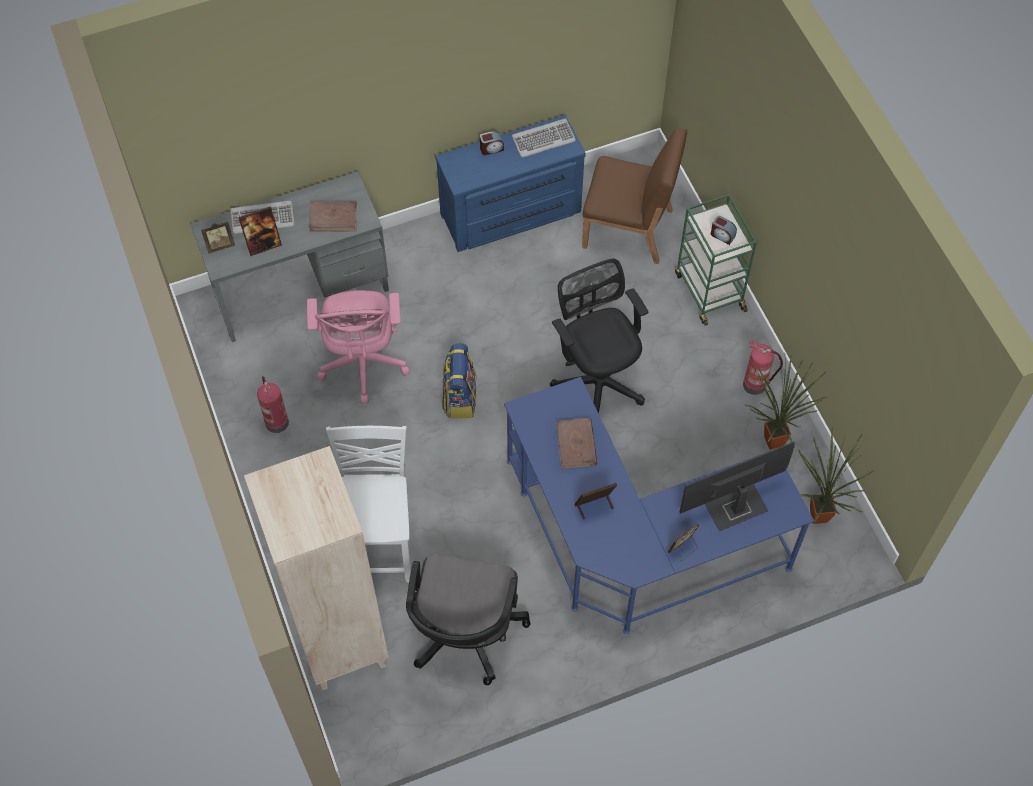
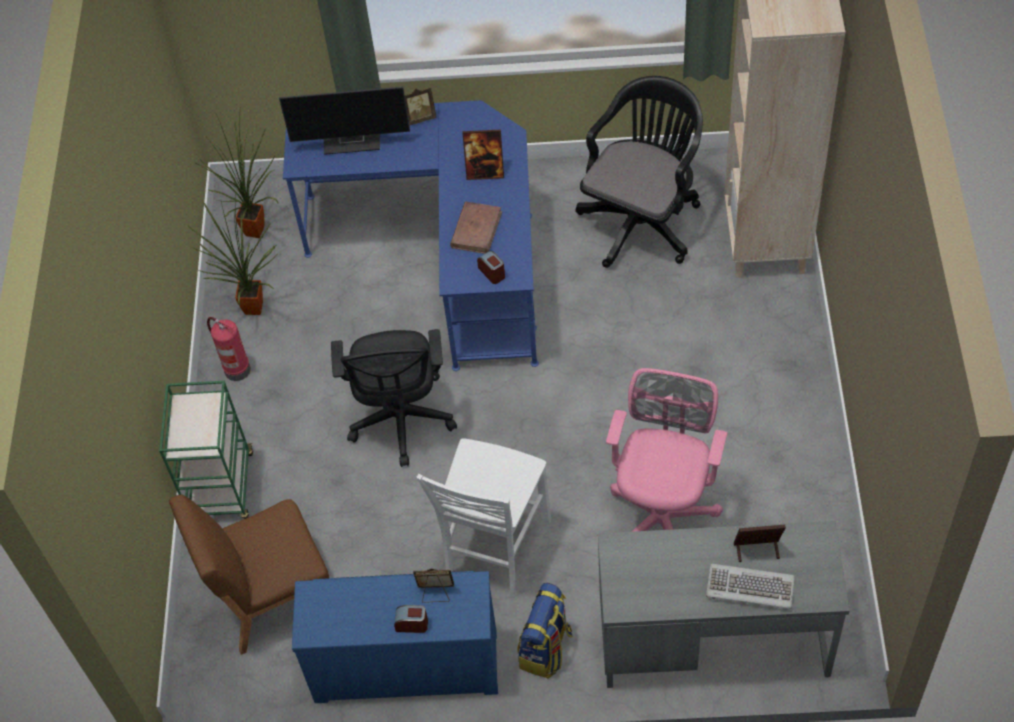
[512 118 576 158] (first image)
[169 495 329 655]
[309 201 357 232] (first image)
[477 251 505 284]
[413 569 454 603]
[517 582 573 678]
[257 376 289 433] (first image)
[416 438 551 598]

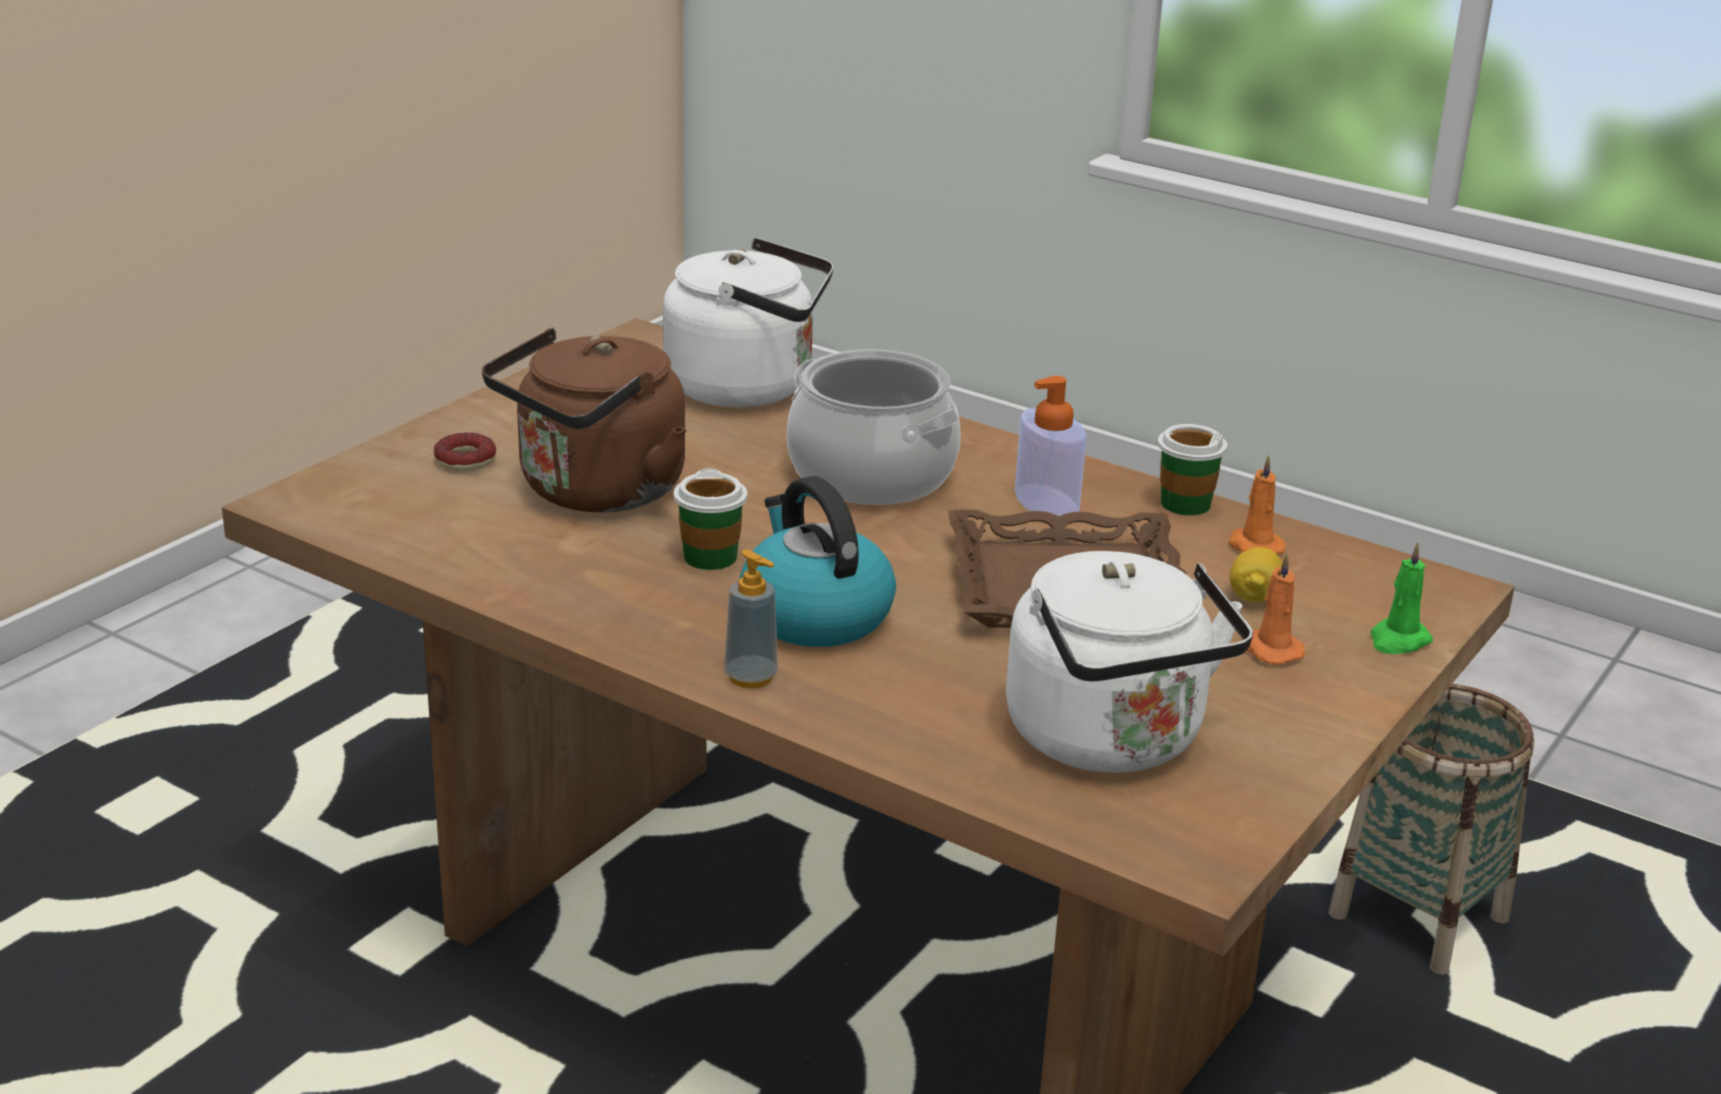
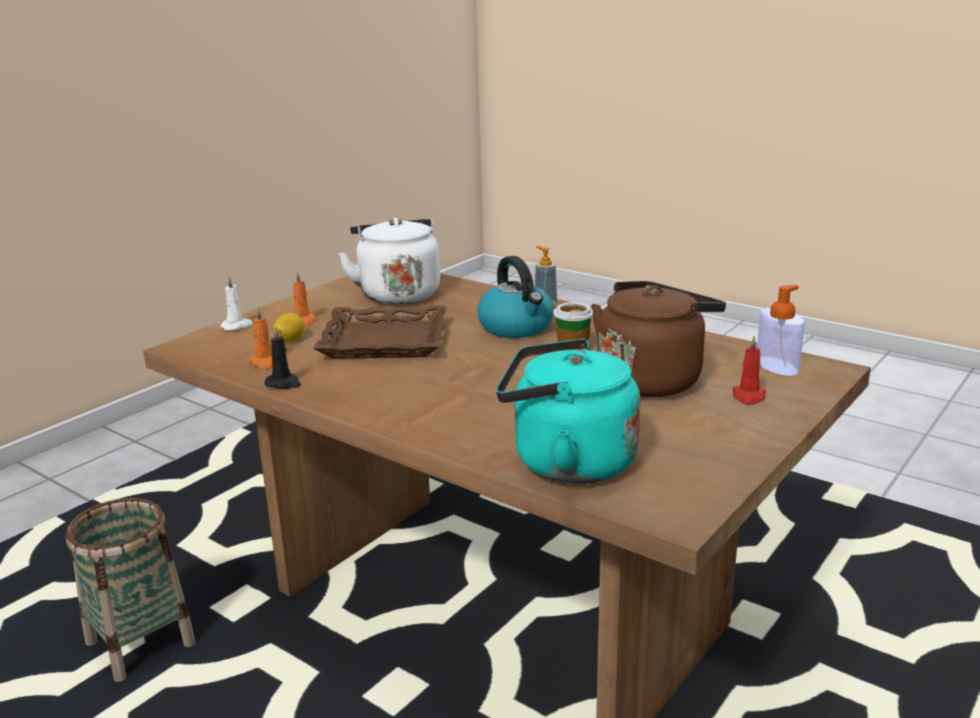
[496 339 641 484]
[787 349 961 505] (first image)
[757 285 805 376]
[265 326 301 389]
[733 336 766 405]
[220 276 253 331]

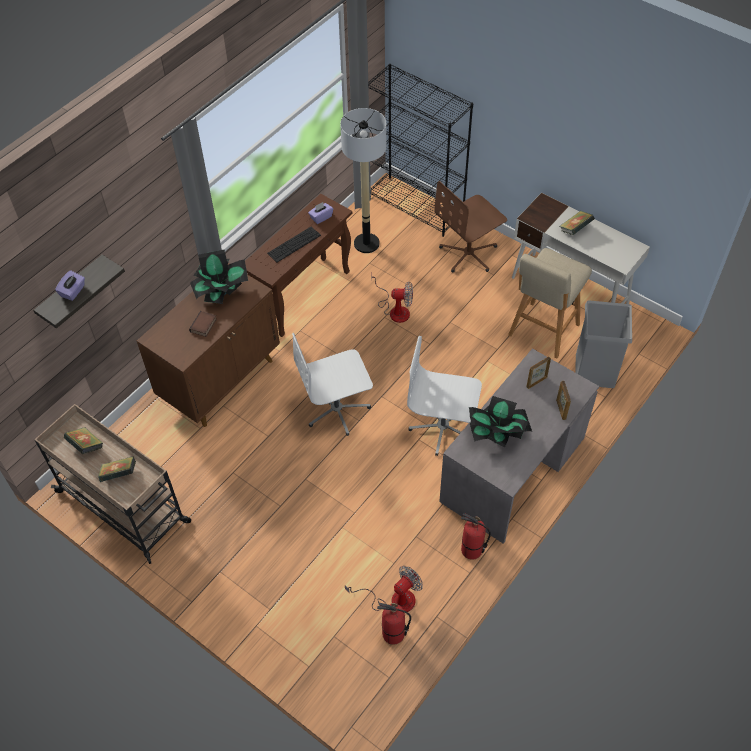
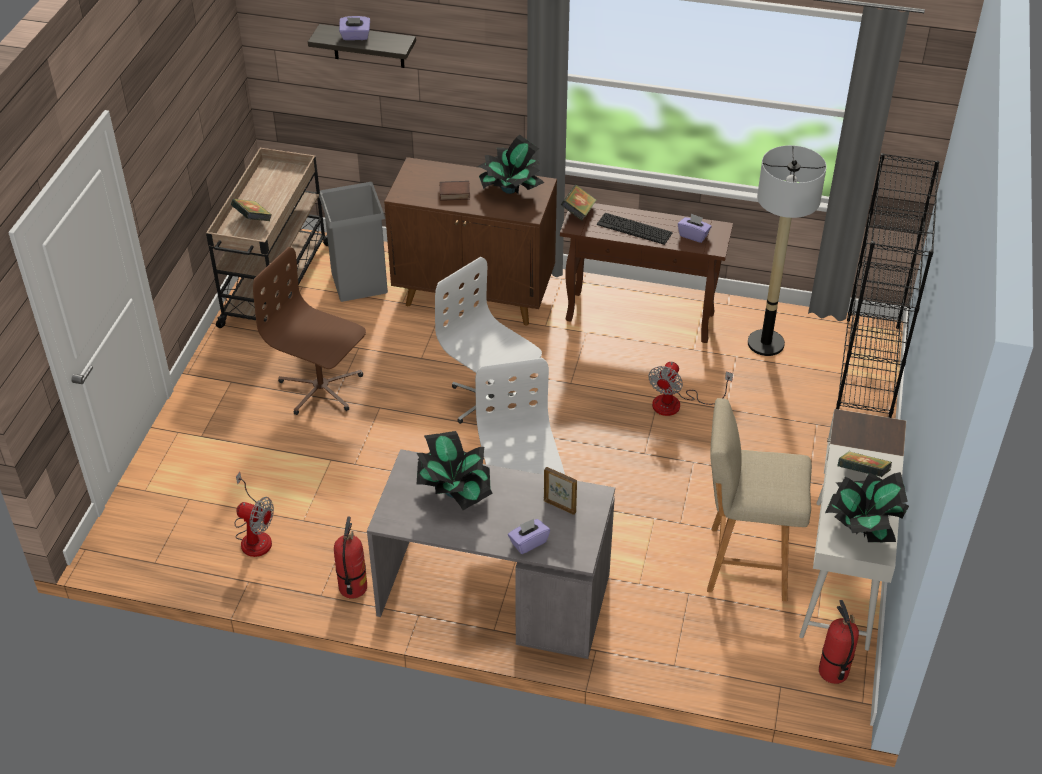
[253 247 366 415]
[648 362 733 416]
[319 182 388 302]
[508 519 550 554]
[561 185 596 221]
[819 600 859 684]
[825 472 909 543]

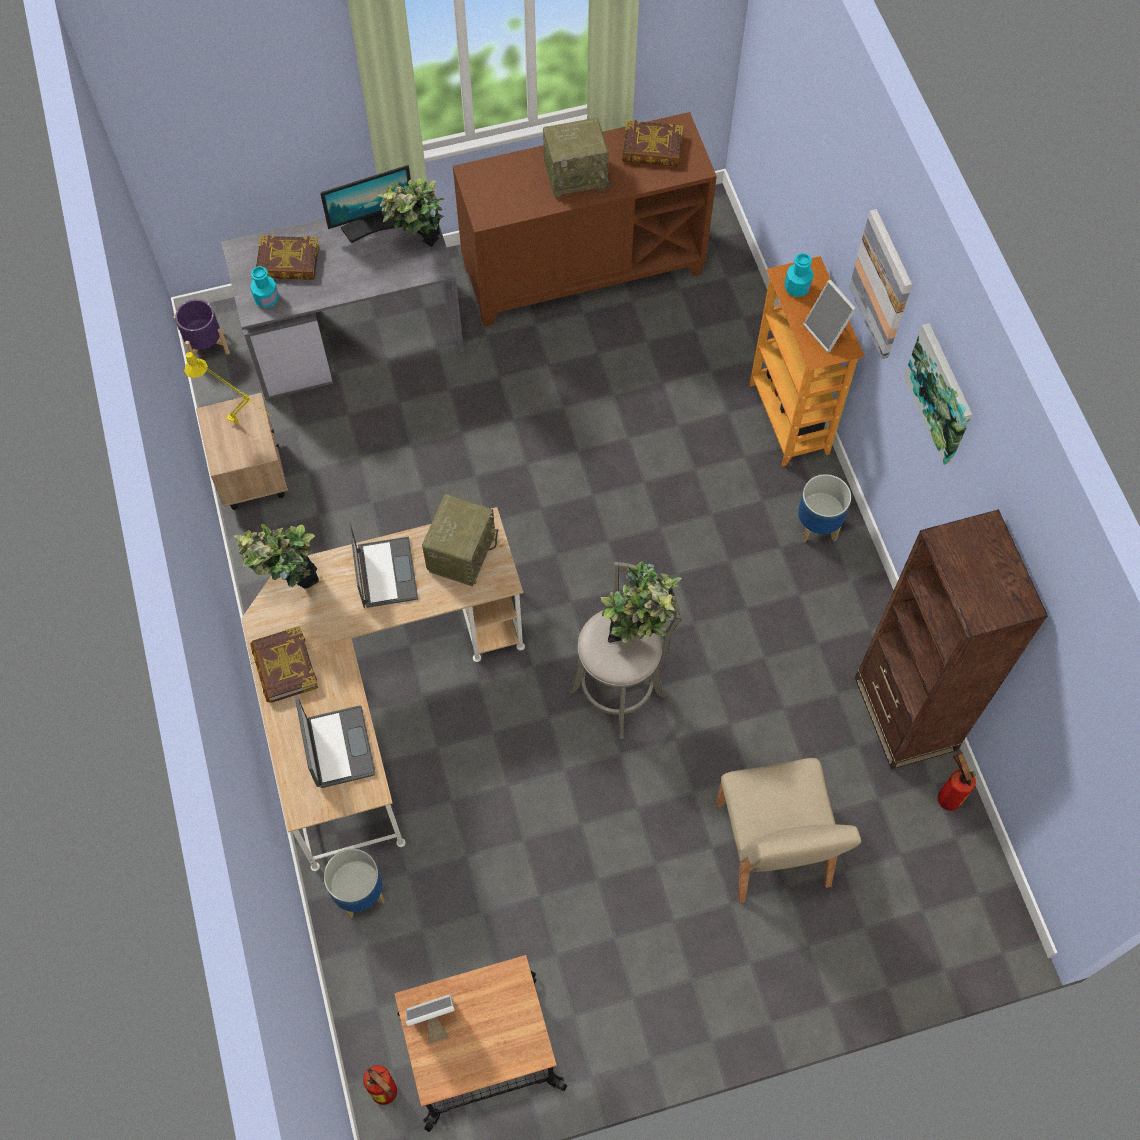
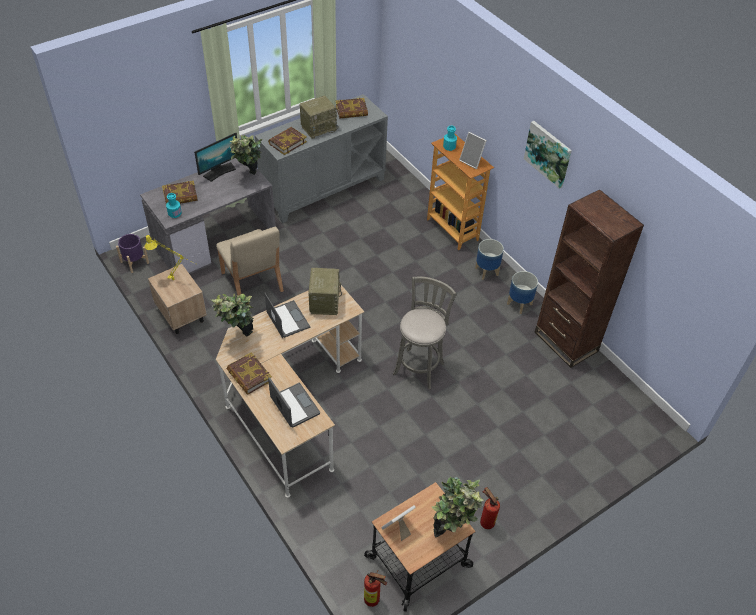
[255 94 388 223]
[849 209 912 359] (first image)
[432 477 484 538]
[480 487 500 529]
[216 227 284 296]
[507 271 538 314]
[268 127 307 155]

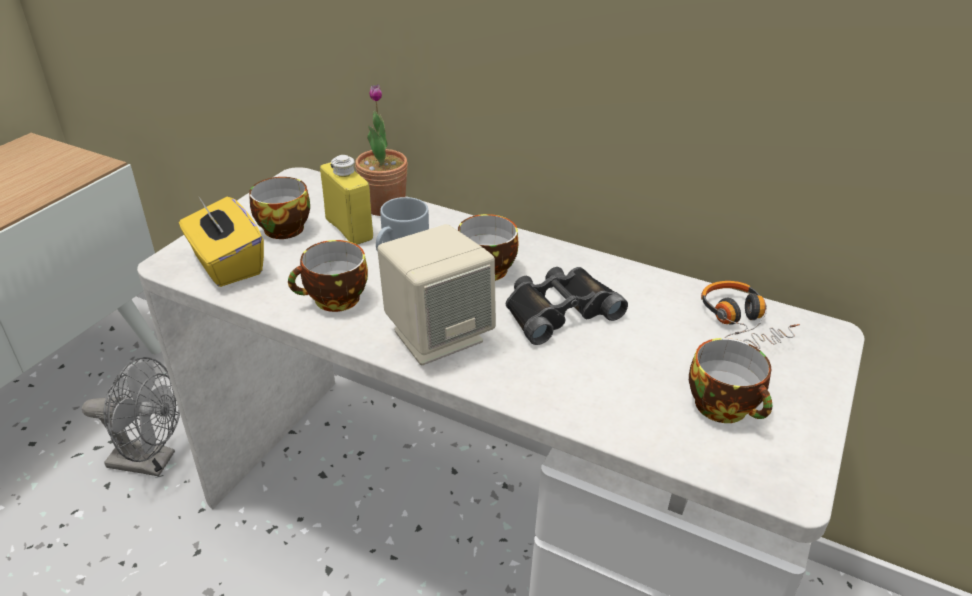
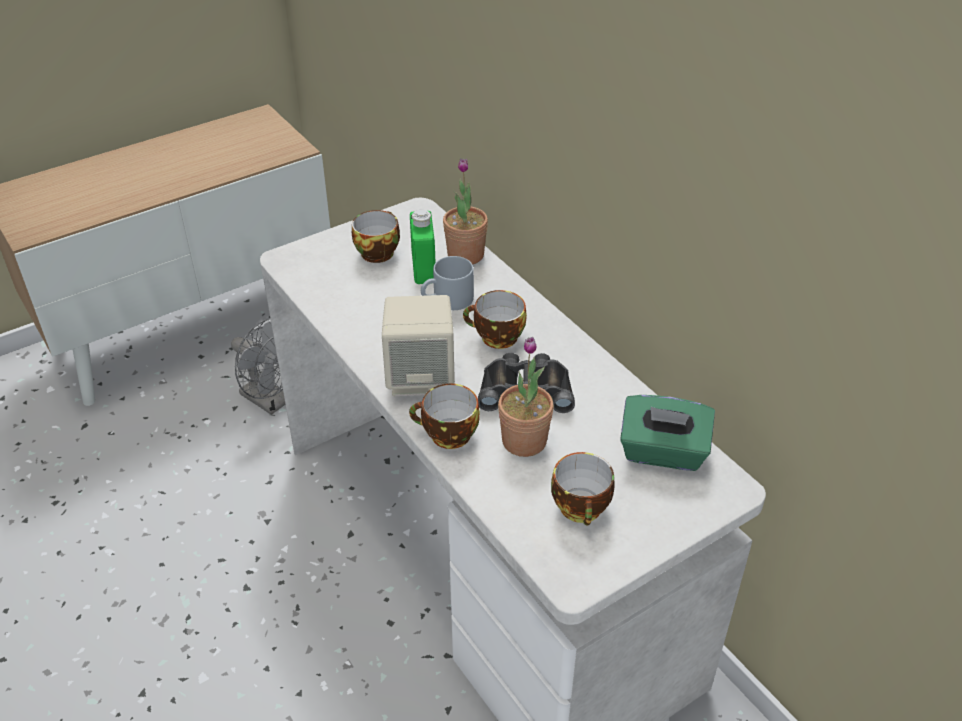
[410 209 436 284]
[179 197 264 287] (first image)
[409 383 480 449]
[620 395 715 471]
[498 337 554 457]

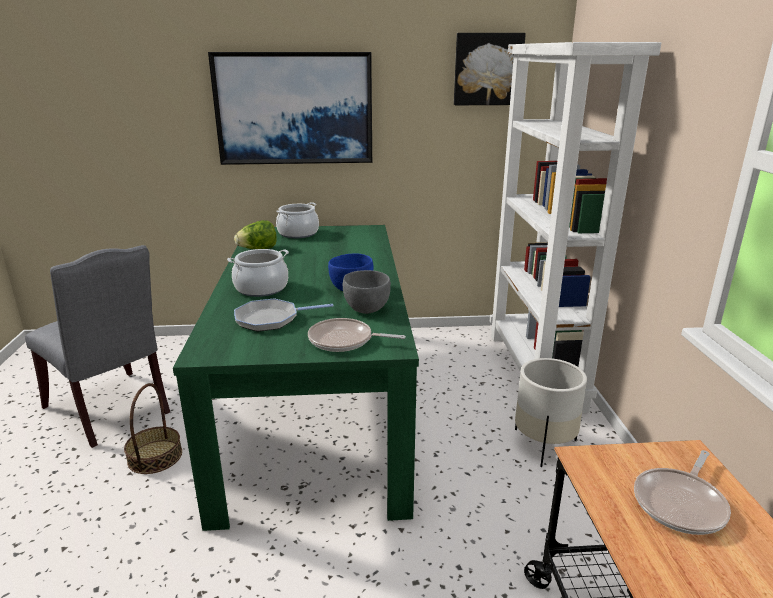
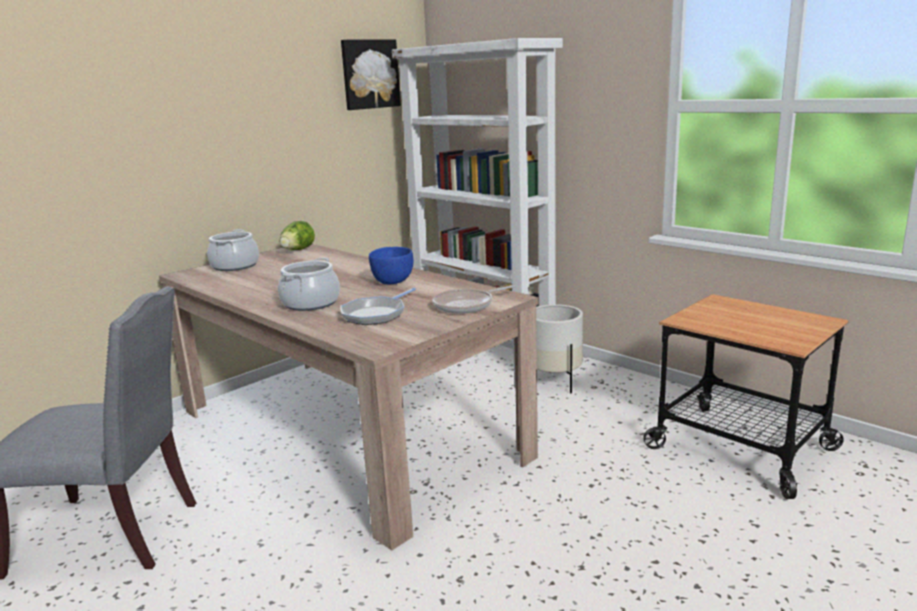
[208 52 372 165] (first image)
[279 221 315 250]
[159 244 538 550]
[343 270 391 314] (first image)
[124 383 182 474] (first image)
[634 450 731 535] (first image)

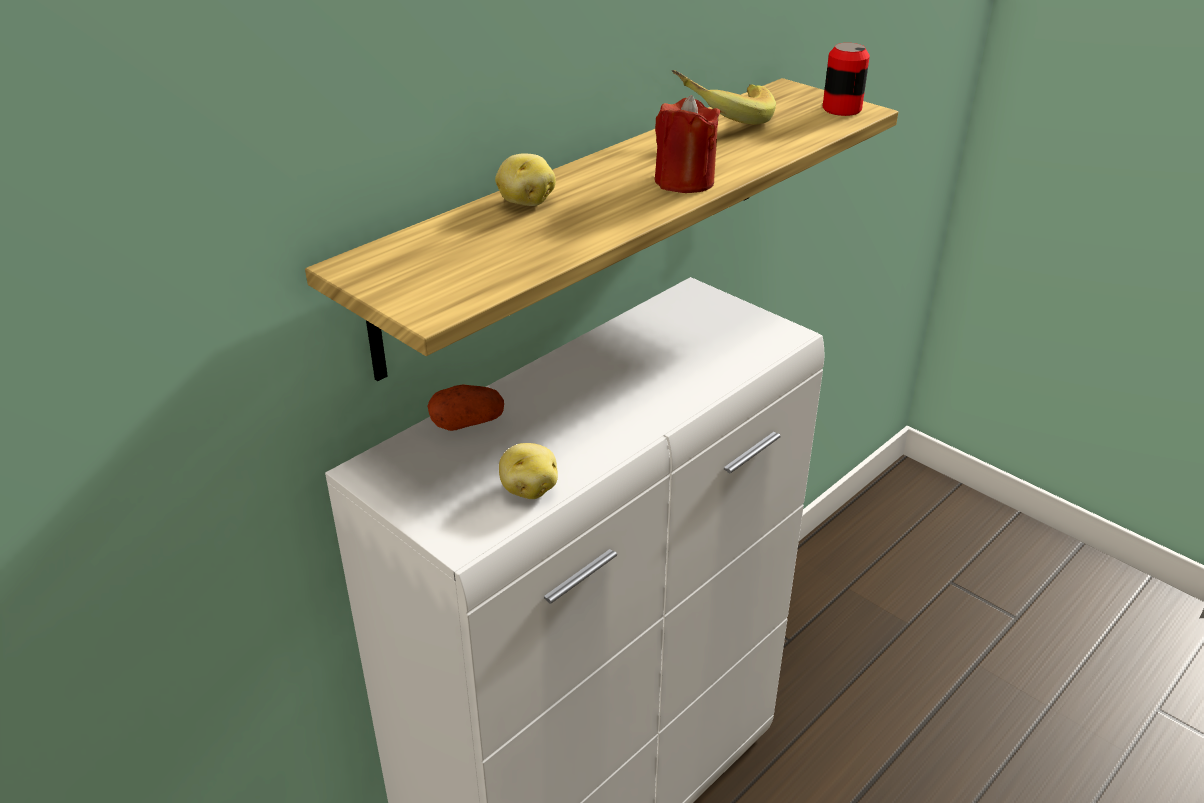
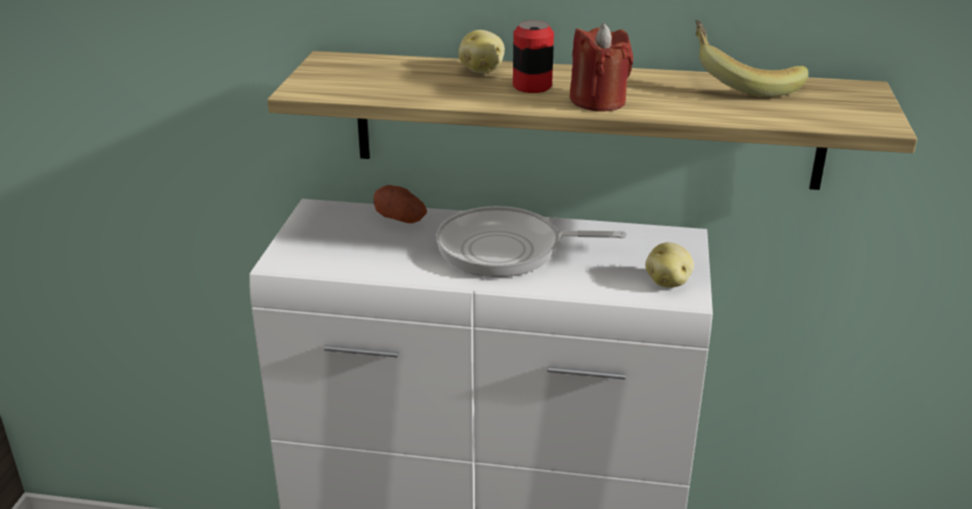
[513 21 554 93]
[645 242 694 288]
[436 206 627 277]

